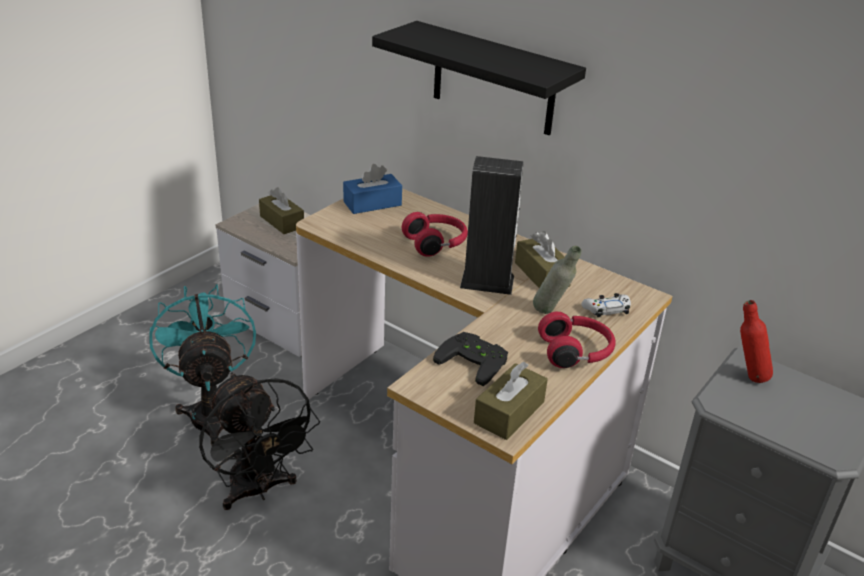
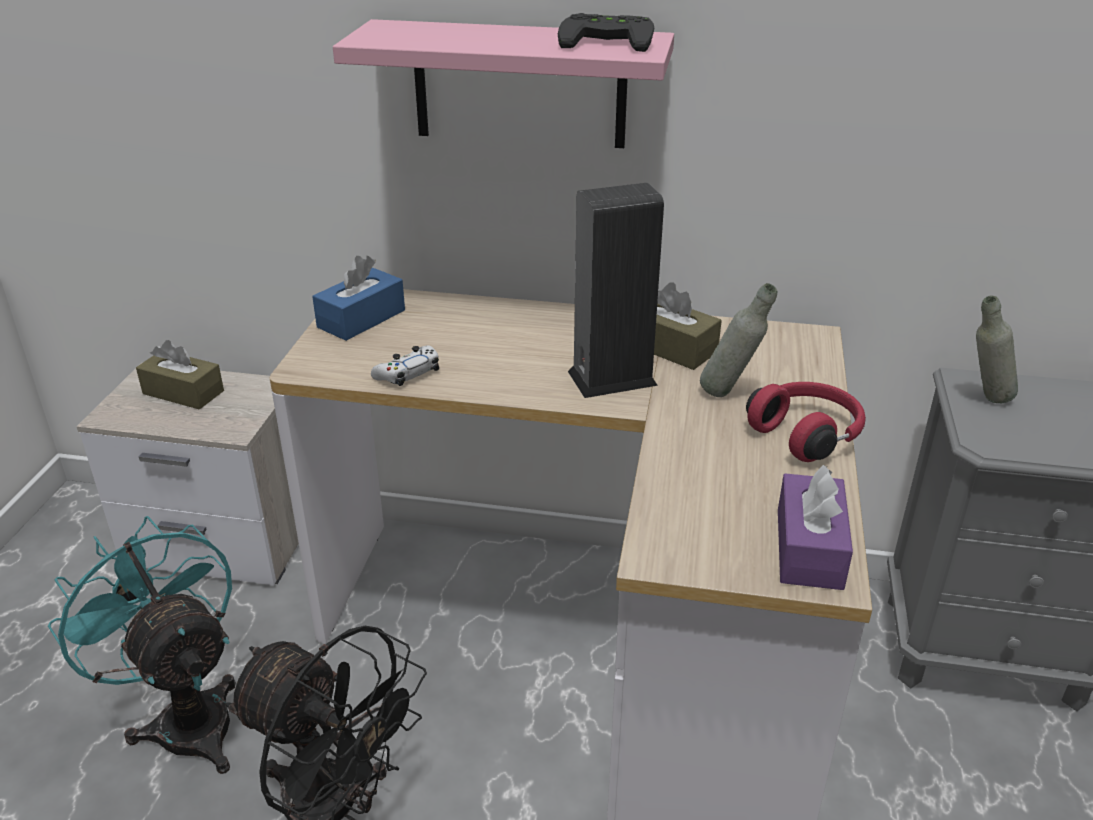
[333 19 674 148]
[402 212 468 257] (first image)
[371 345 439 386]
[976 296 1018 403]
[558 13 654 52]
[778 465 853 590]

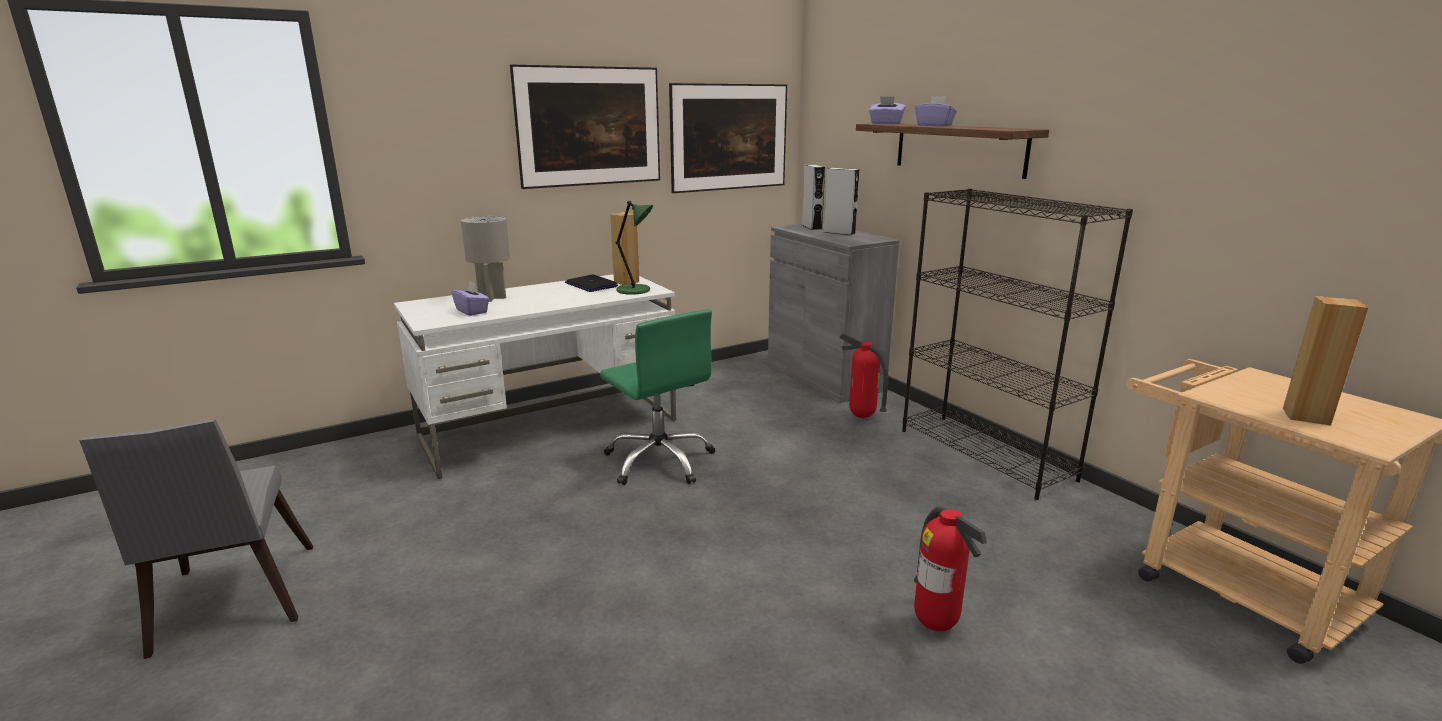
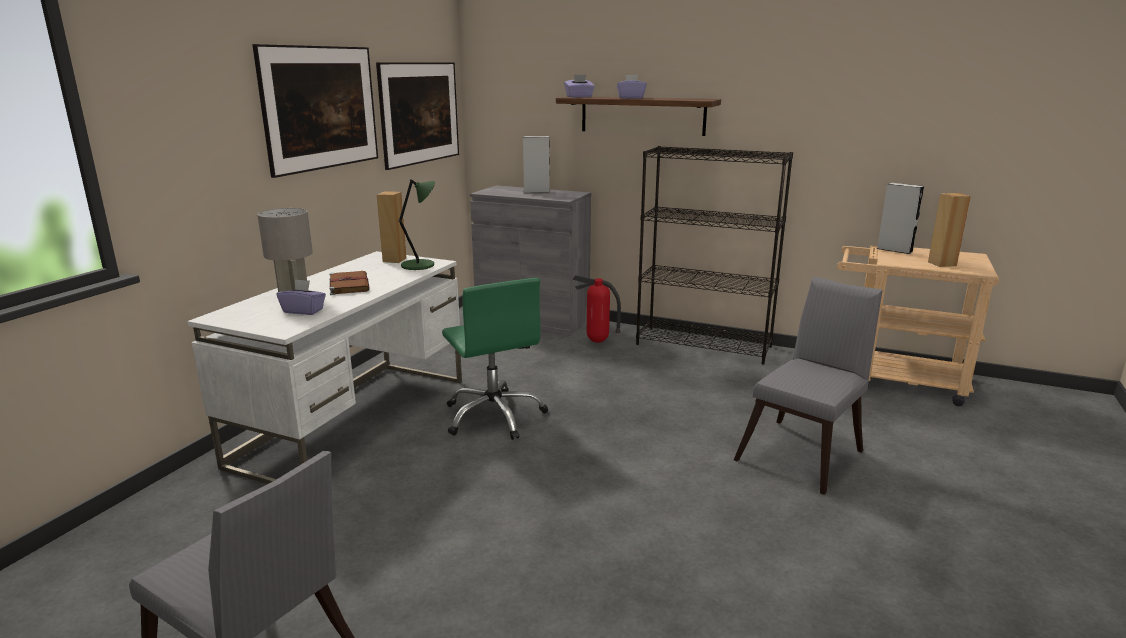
[877 183 924 254]
[565 274 618 292] (first image)
[442 278 548 440]
[734 276 883 495]
[329 271 369 295]

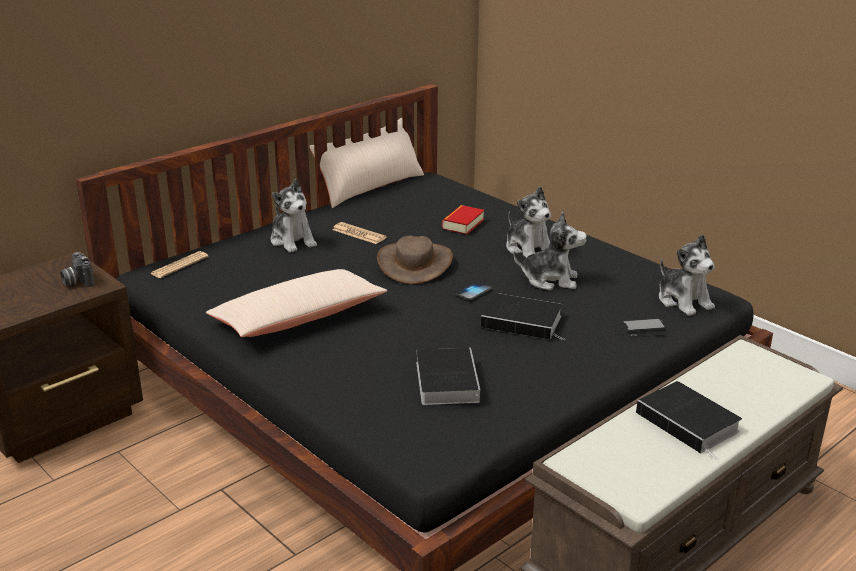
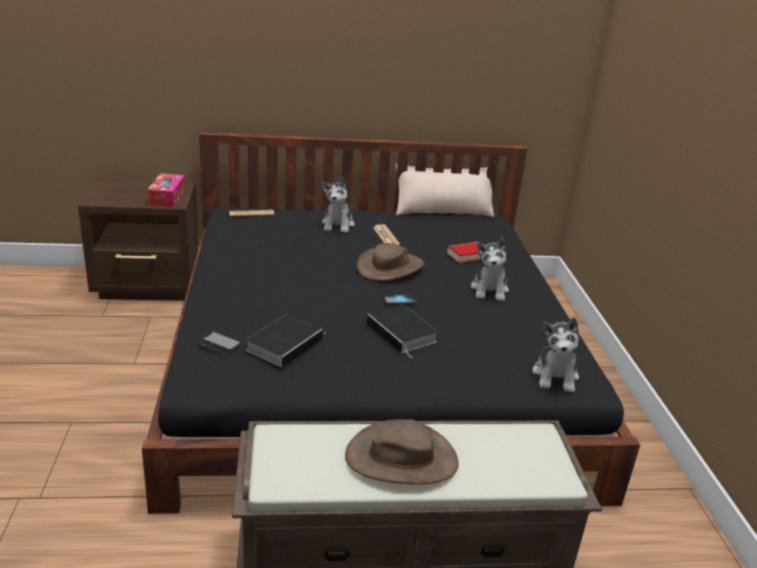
[513 212 587 290] (first image)
[147 173 185 207]
[206 269 387 337] (first image)
[198 332 241 356]
[345 419 459 484]

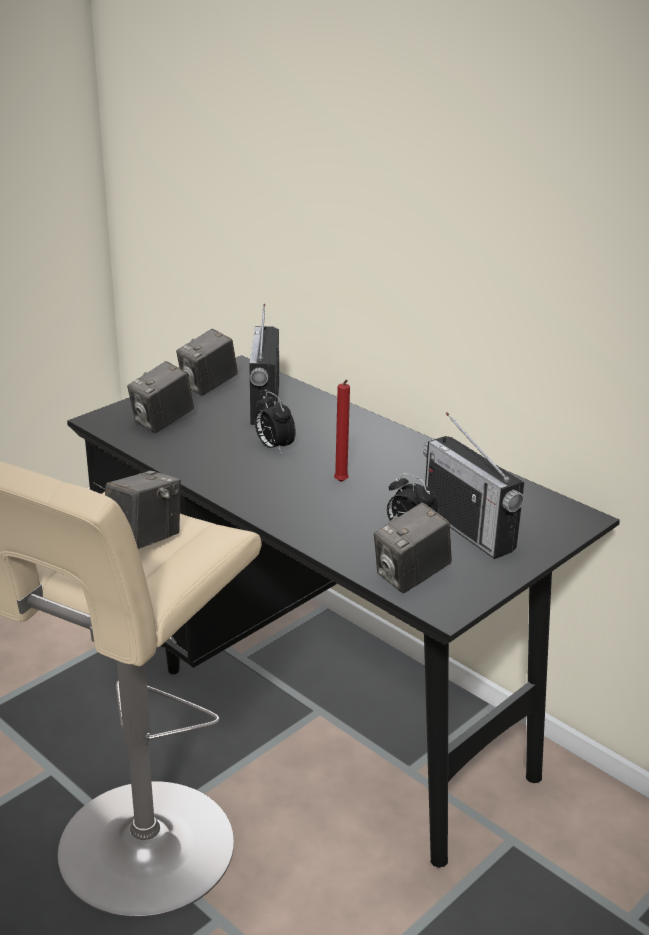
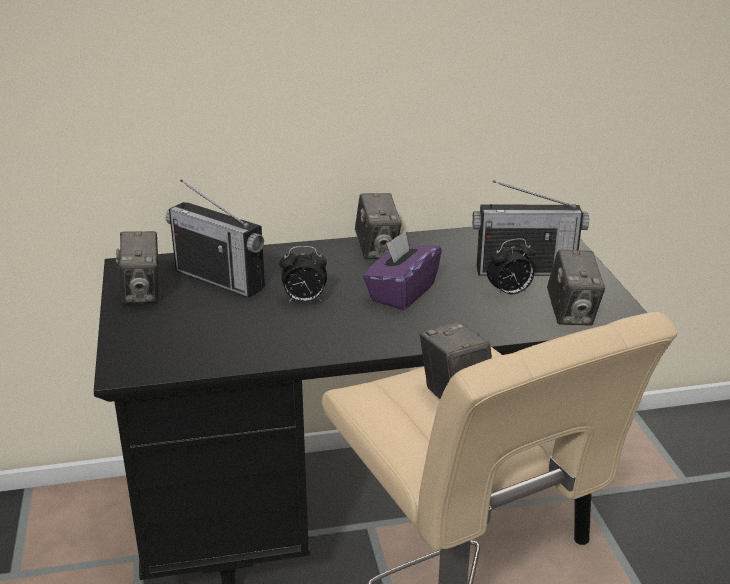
[355 193 401 259]
[363 231 442 310]

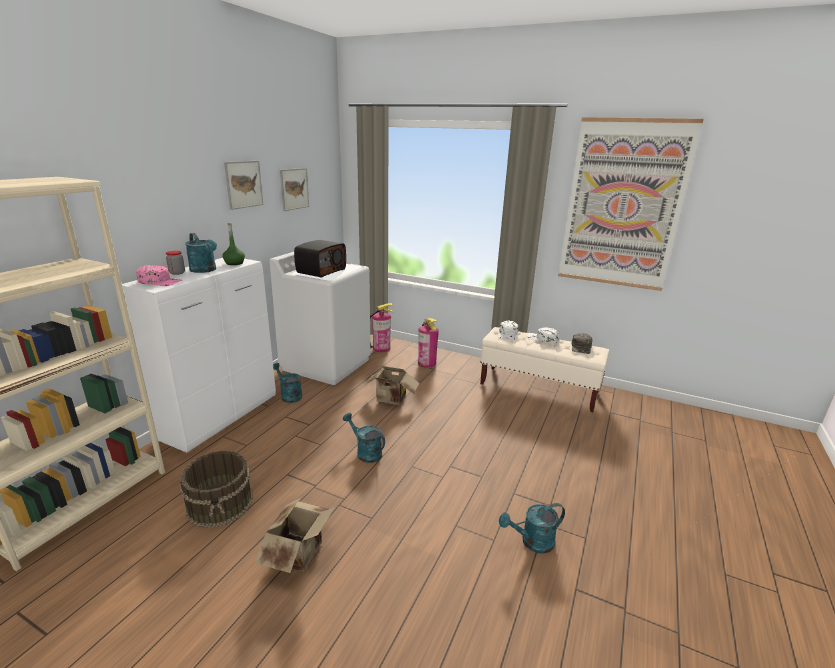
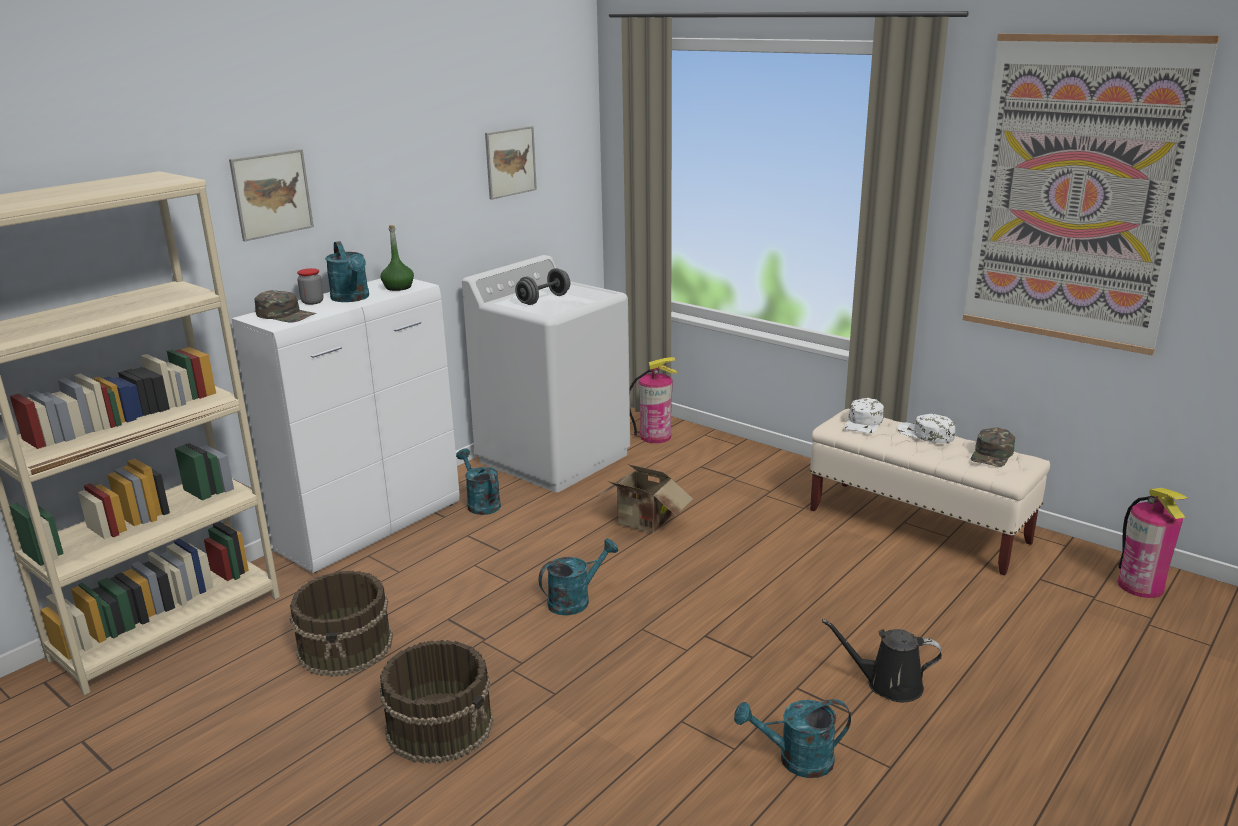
[229 149 314 241]
[515 268 571 305]
[254 290 316 323]
[1118 488 1188 598]
[539 539 618 615]
[380 640 494 764]
[822 619 942 702]

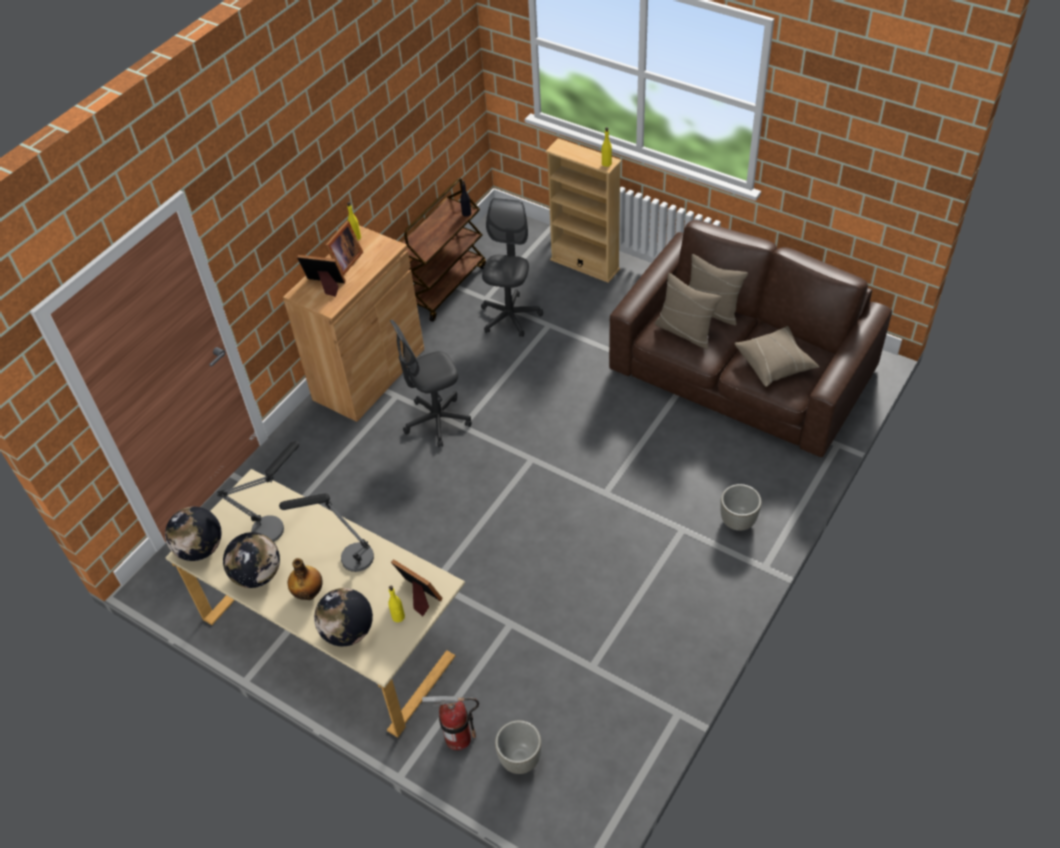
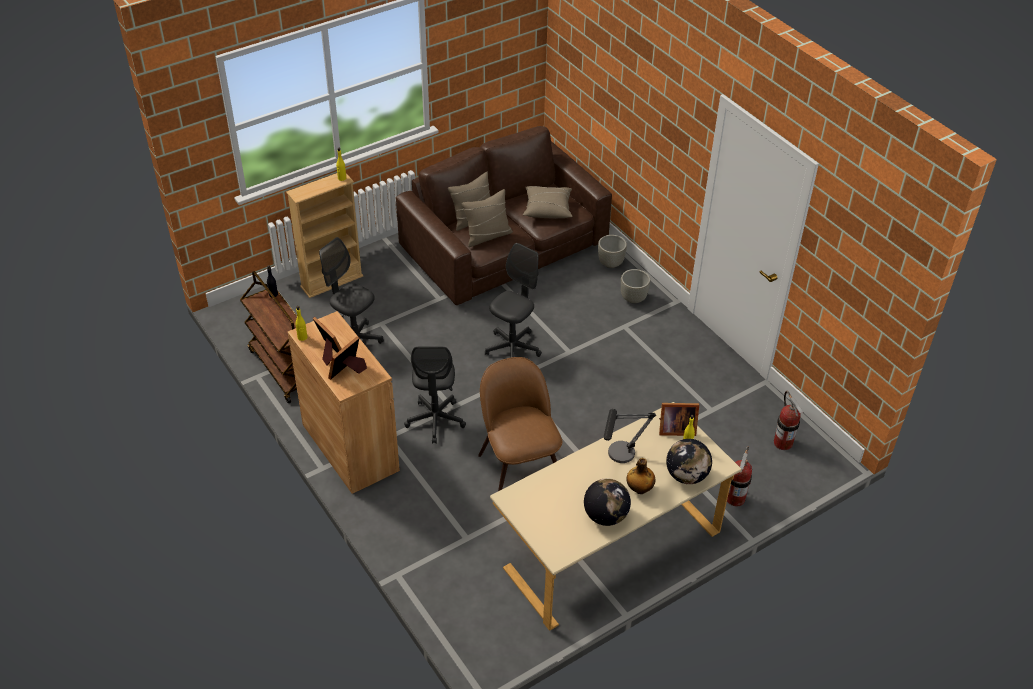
[217 441 299 542] (first image)
[165 507 222 561] (first image)
[659 403 699 436]
[598 235 627 268]
[485 243 542 358]
[478 357 562 491]
[774 391 803 450]

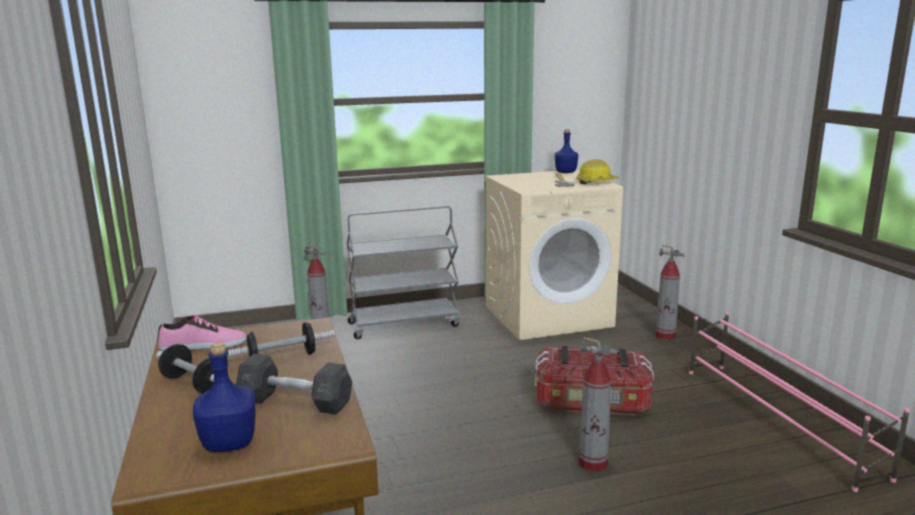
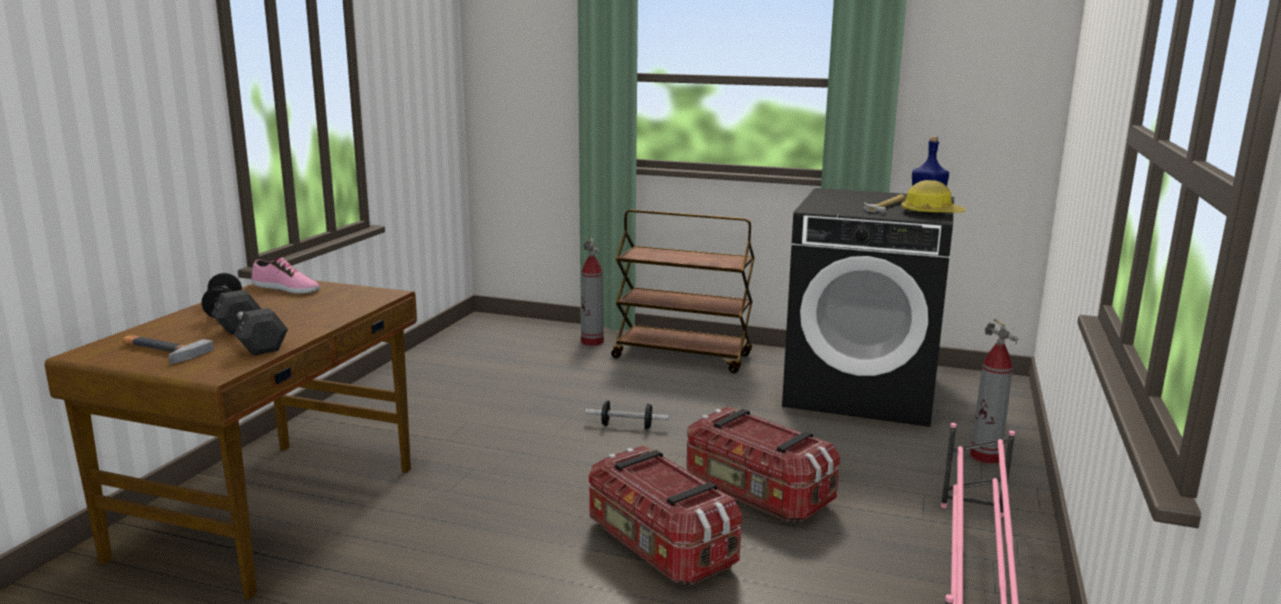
[782 188 954 427]
[611 209 755 373]
[586 400 669 429]
[589 445 742 585]
[123 335 214 365]

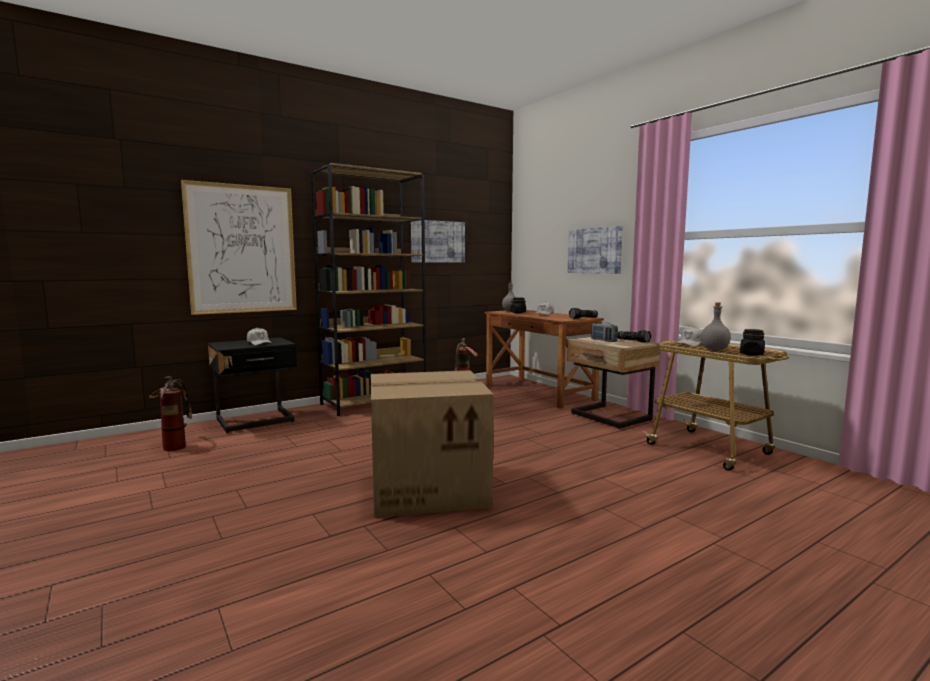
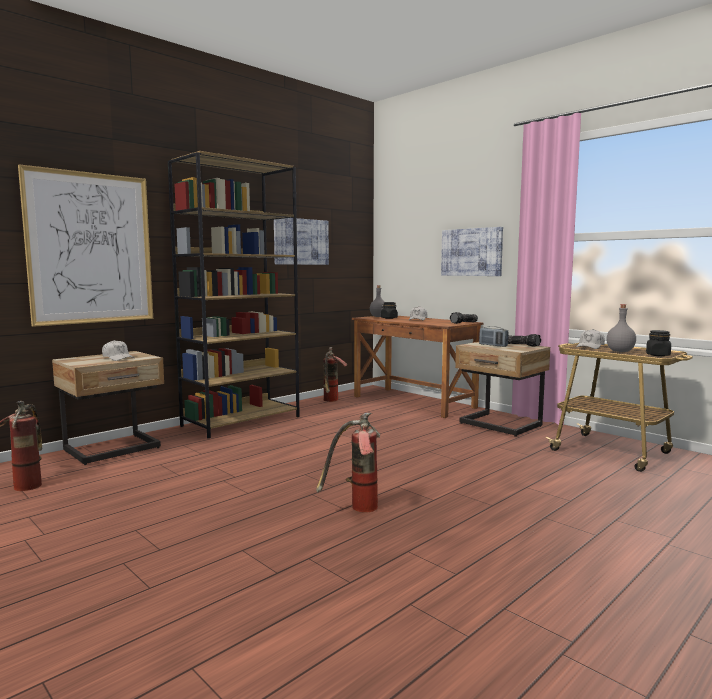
[52 351 164 465]
[316 413 380 513]

